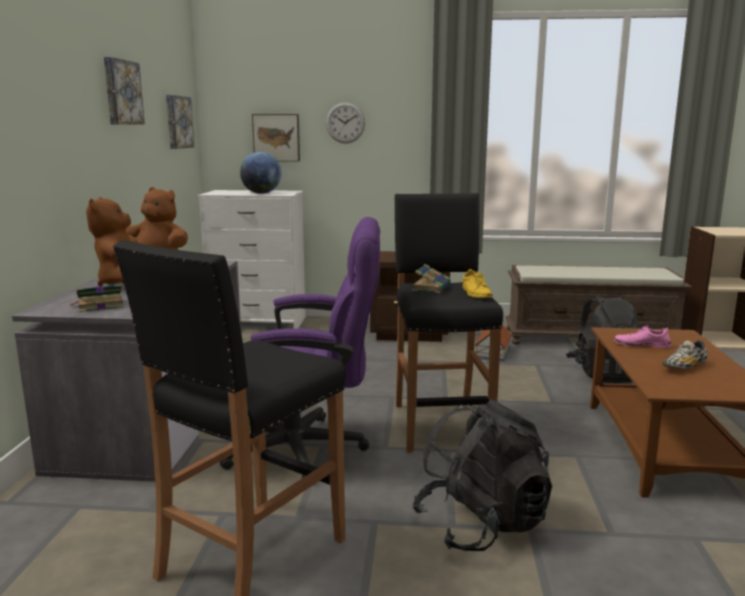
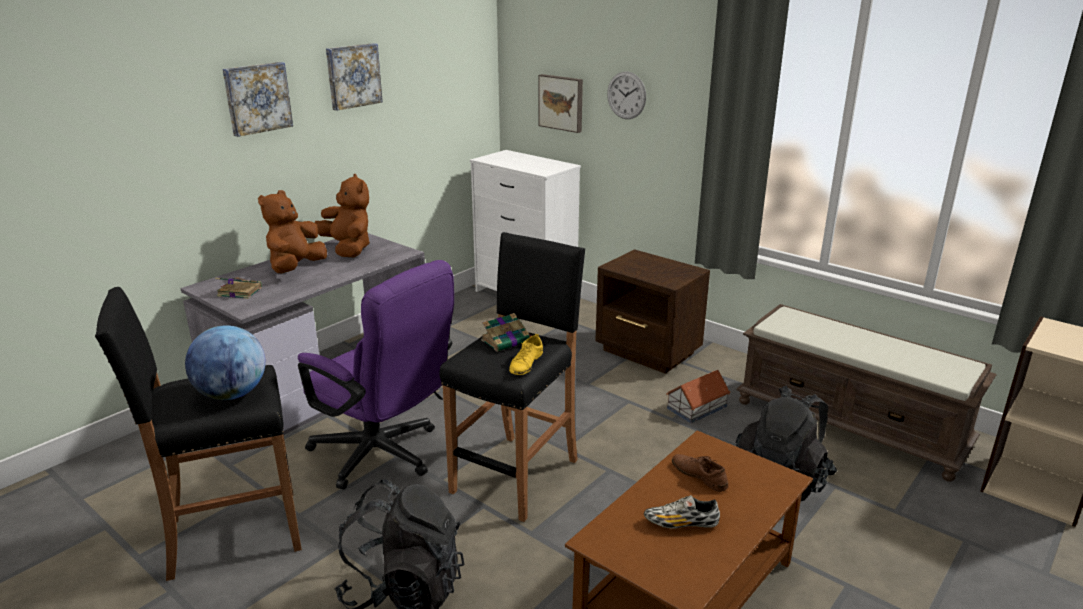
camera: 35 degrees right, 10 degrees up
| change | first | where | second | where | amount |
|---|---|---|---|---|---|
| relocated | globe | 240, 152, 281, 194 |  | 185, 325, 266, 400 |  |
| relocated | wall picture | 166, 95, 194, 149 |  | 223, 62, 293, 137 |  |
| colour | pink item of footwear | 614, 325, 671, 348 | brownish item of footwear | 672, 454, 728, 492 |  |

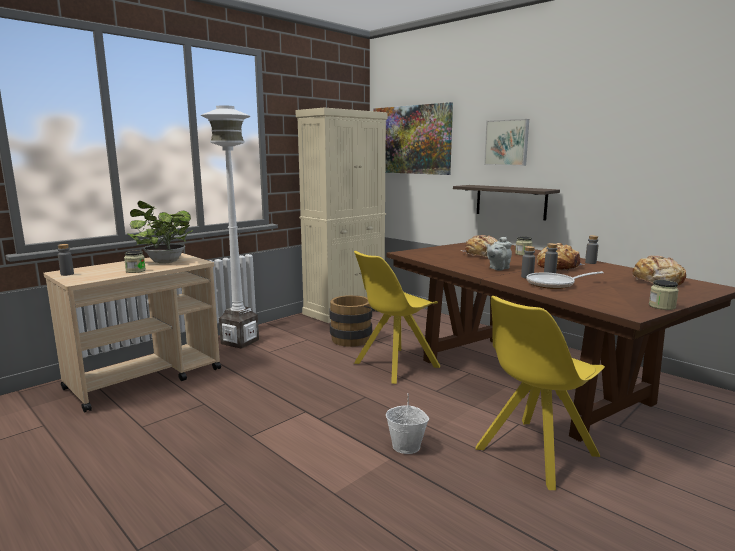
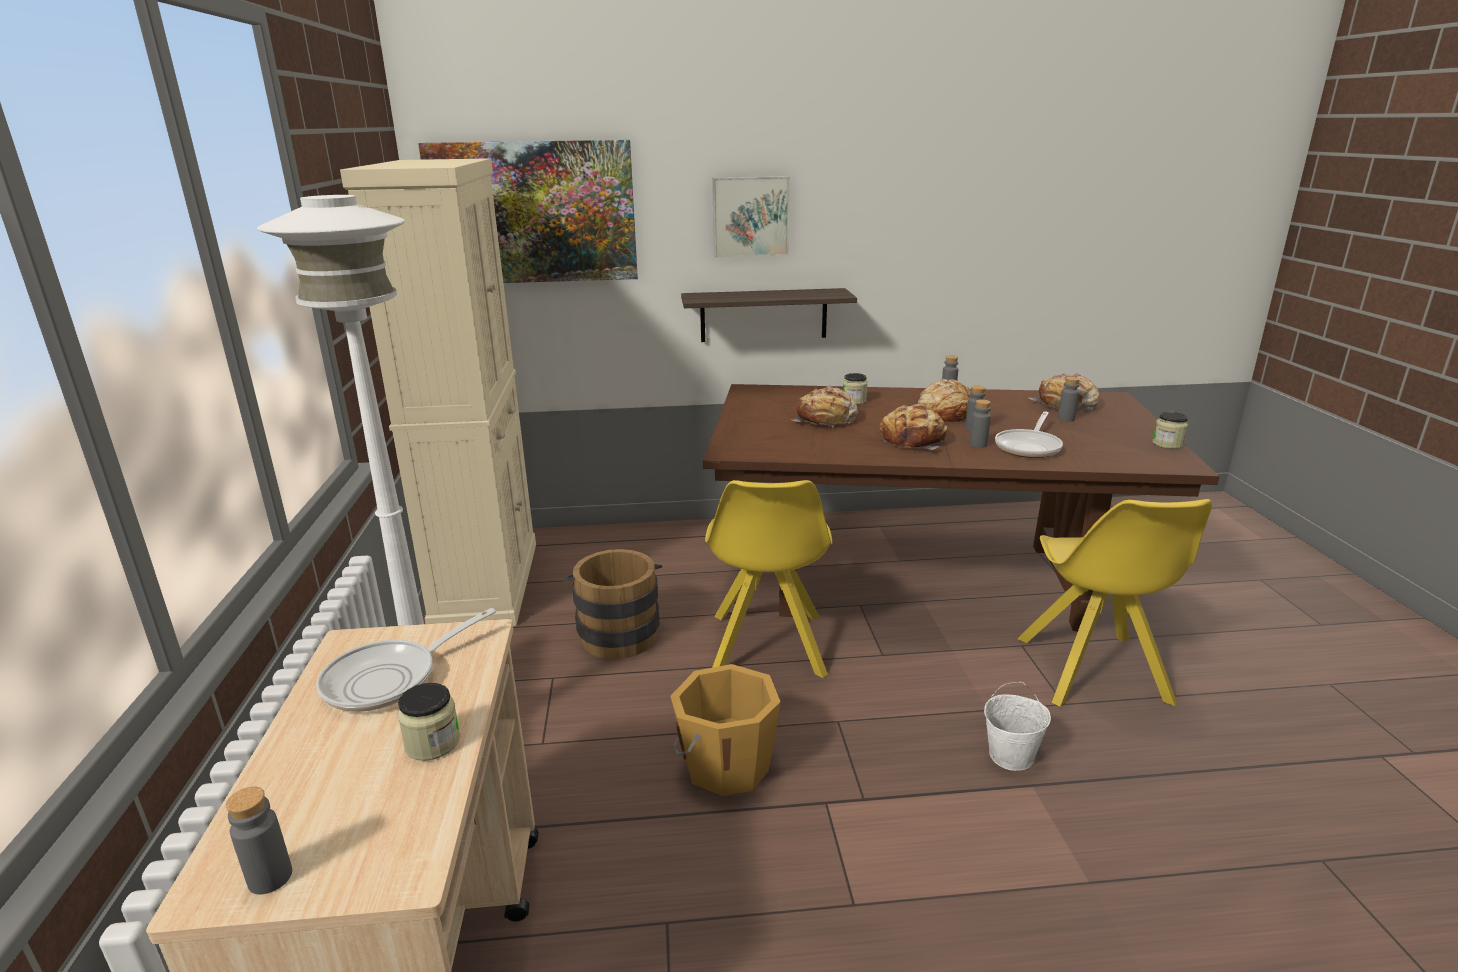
camera: 50 degrees left, 10 degrees up
| change | first | where | second | where | amount |
|---|---|---|---|---|---|
| exchanged | houseplant | 128, 201, 193, 264 | pan | 316, 608, 496, 712 |  |
| appeared |  |  | orange-coloured pail | 670, 664, 780, 796 |  |
| exchanged | gray pot for tea | 487, 237, 512, 271 | bread | 879, 404, 947, 450 |  |
| appeared |  |  | gray beverage bottle | 1058, 377, 1080, 421 |  |

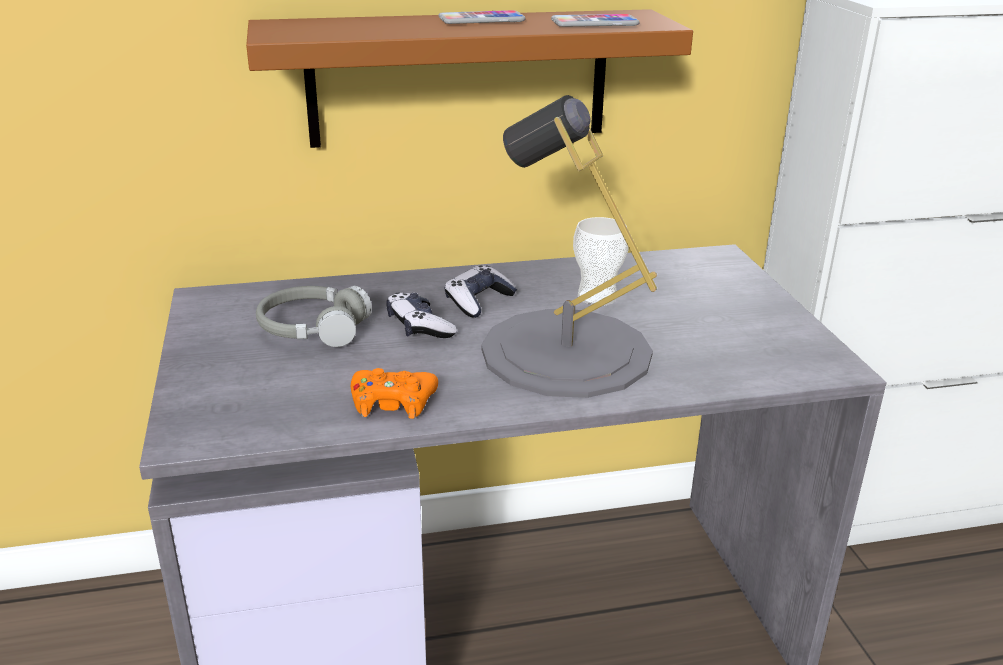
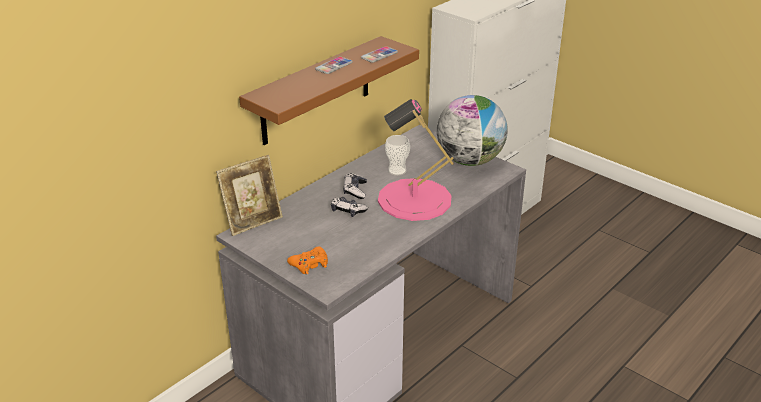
camera: 35 degrees left, 5 degrees up
| change | first | where | second | where | amount |
|---|---|---|---|---|---|
| appeared |  |  | standing frame | 216, 155, 283, 236 |  |
| relocated | orange-coloured game controller | 351, 368, 438, 419 |  | 287, 246, 328, 275 |  |
| colour | gray tabletop lamp | 481, 95, 657, 398 | pink tabletop lamp | 378, 99, 454, 221 |  |
| appeared |  |  | globe | 437, 95, 508, 166 |  |
| missing | gray pair of headphones | 256, 286, 372, 347 |  |  |  |

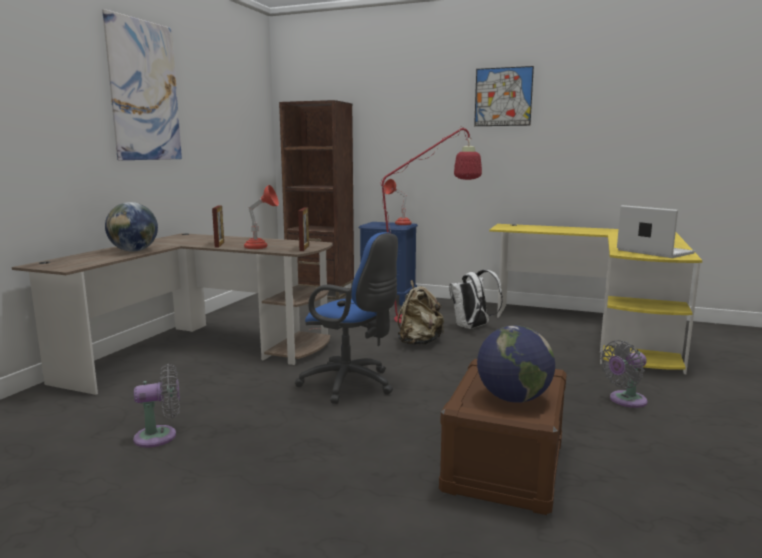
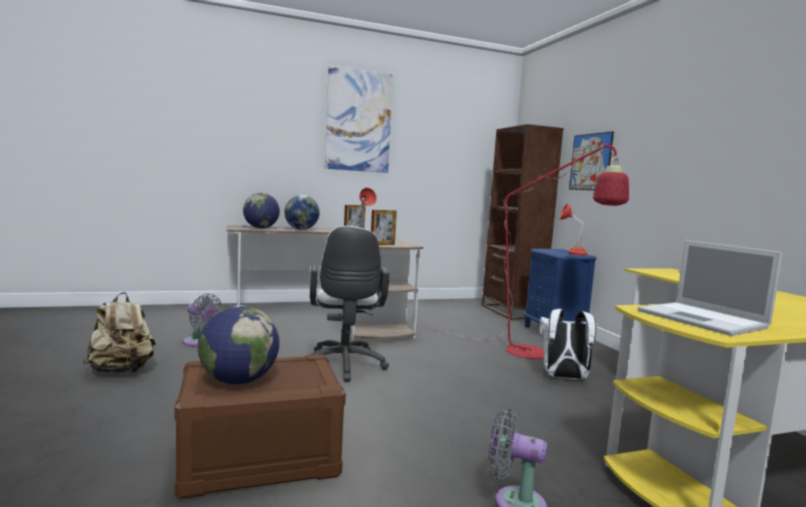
camera: 50 degrees right, 5 degrees down
| change | first | where | second | where | amount |
|---|---|---|---|---|---|
| relocated | beige-coloured backpack | 397, 280, 444, 345 |  | 83, 292, 156, 373 |  |
| appeared |  |  | globe | 243, 193, 280, 228 |  |
| colour | blue computer chair | 295, 232, 398, 404 | white computer chair | 310, 226, 389, 382 |  |
| relocated | wall picture | 474, 66, 534, 126 |  | 569, 131, 614, 190 |  |
| spun | portable computer | 617, 205, 695, 258 |  | 638, 240, 783, 336 | 135 degrees clockwise |

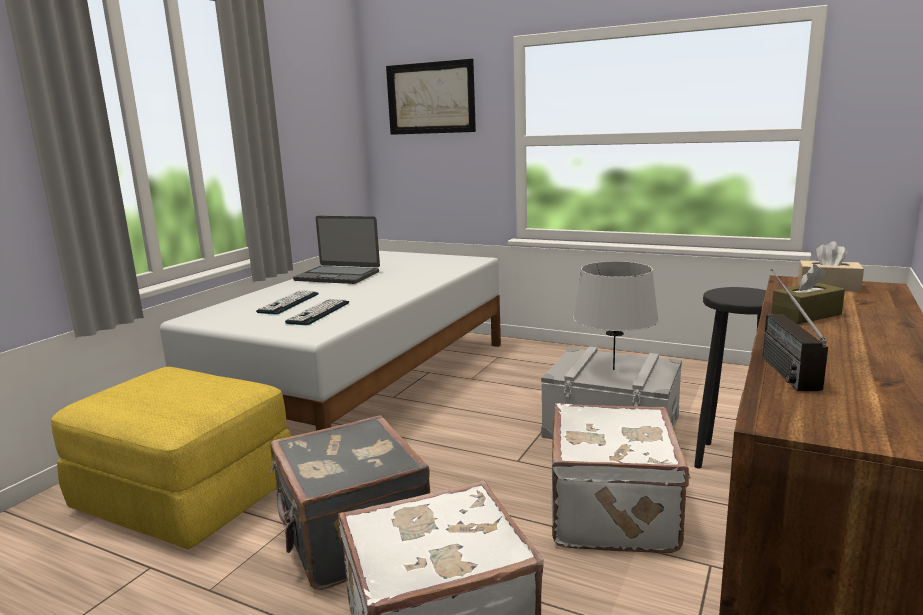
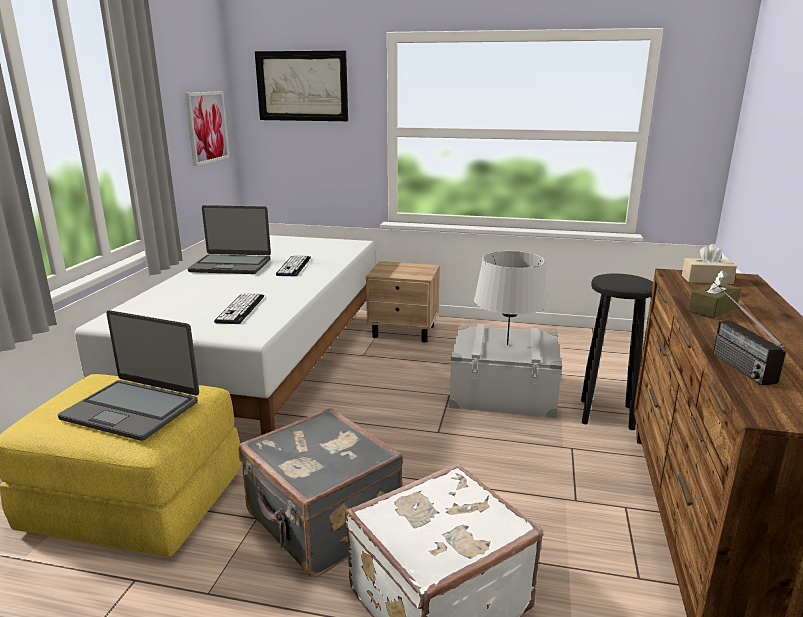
camera: 15 degrees left, 5 degrees up
| change | first | where | second | where | amount |
|---|---|---|---|---|---|
| appeared |  |  | portable computer | 58, 310, 199, 441 |  |
| appeared |  |  | wall picture | 185, 91, 230, 166 |  |
| relocated | computer keyboard | 256, 290, 319, 314 |  | 276, 255, 311, 276 |  |
| appeared |  |  | beige-coloured night table | 366, 261, 440, 342 |  |
| missing | white travel case | 552, 403, 691, 553 |  |  |  |

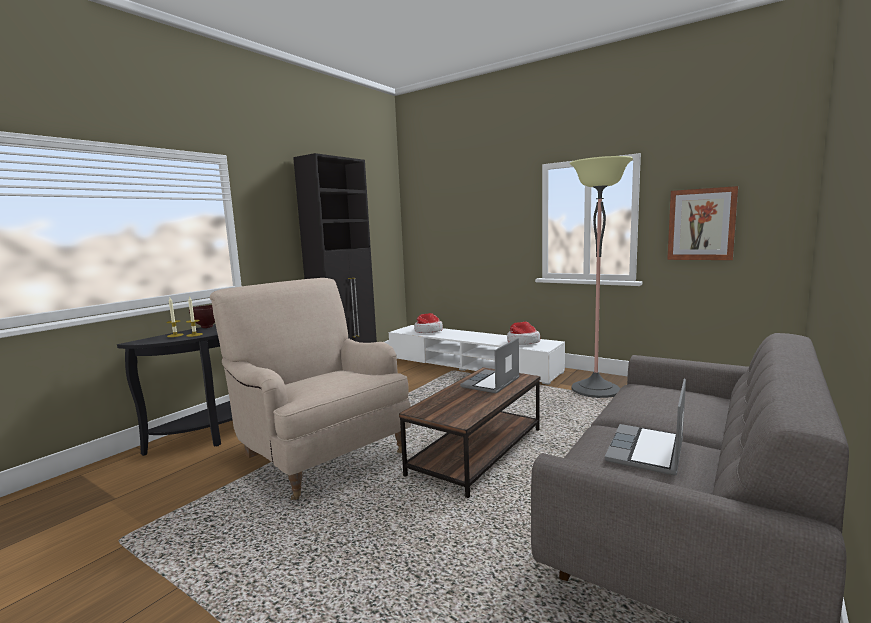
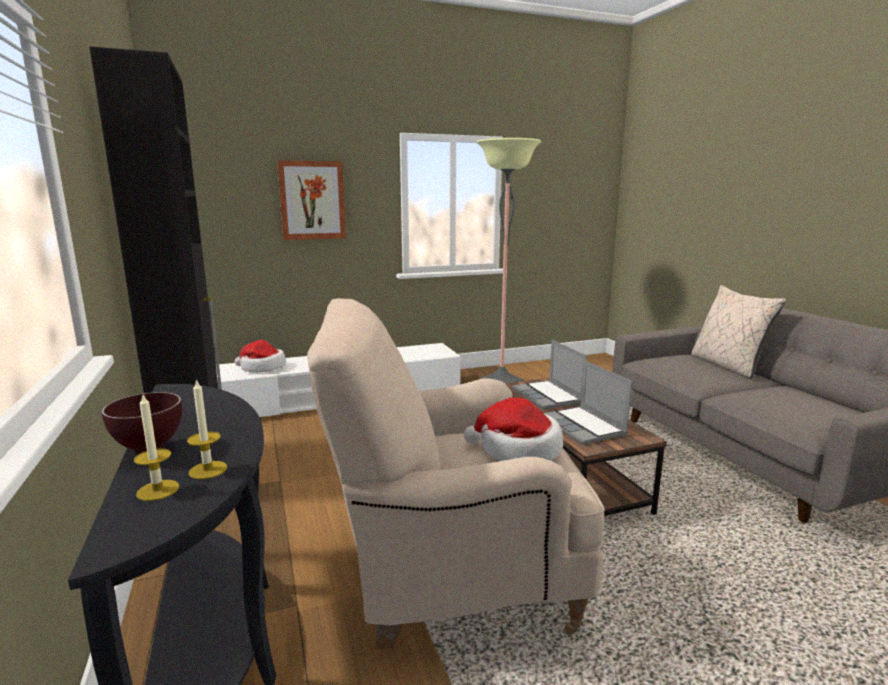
camera: 55 degrees left, 5 degrees up
| change | first | where | second | where | amount |
|---|---|---|---|---|---|
| relocated | wall picture | 667, 186, 738, 260 |  | 277, 160, 346, 240 |  |
| relocated | clothing hat | 507, 322, 540, 345 |  | 464, 398, 563, 461 |  |
| relocated | portable computer | 604, 379, 686, 476 |  | 543, 360, 632, 445 |  |
| appeared |  |  | beige-coloured pillow | 691, 285, 786, 379 |  |

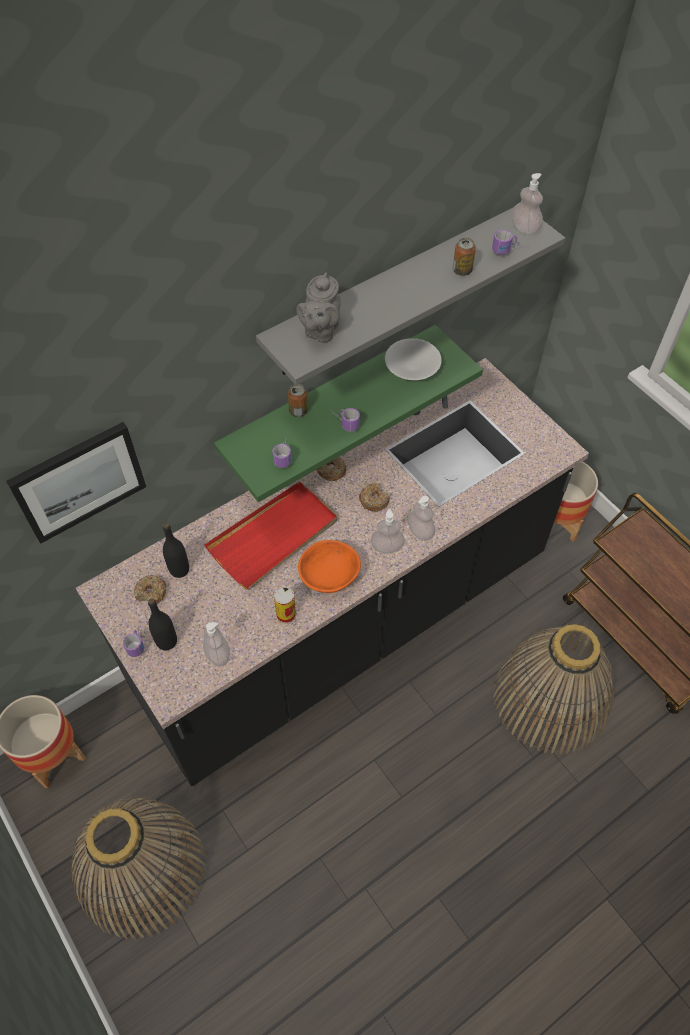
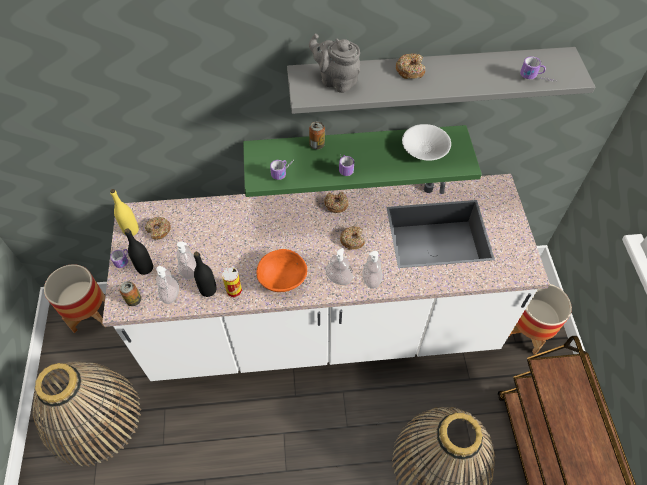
camera: 30 degrees right, 0 degrees up
| change | first | where | second | where | amount |
|---|---|---|---|---|---|
| colour | blackish counter | 76, 358, 589, 787 | white counter | 102, 174, 550, 381 |  |
| appeared |  |  | yellowish beverage bottle | 110, 189, 139, 236 |  |
| relocated | can | 453, 238, 476, 276 |  | 120, 281, 142, 306 |  |
| relocated | soap bottle | 511, 173, 543, 235 |  | 177, 241, 196, 279 |  |
| relocated | blackish beverage bottle | 163, 523, 189, 578 |  | 194, 252, 217, 297 |  |
| spun | gray pot for tea | 296, 272, 341, 343 |  | 309, 34, 360, 93 | 75 degrees clockwise |
| appeared |  |  | donut | 396, 53, 425, 79 |  |
| missing | wall picture | 6, 422, 146, 544 |  |  |  |
| missing | reddish tray | 204, 481, 337, 589 |  |  |  |

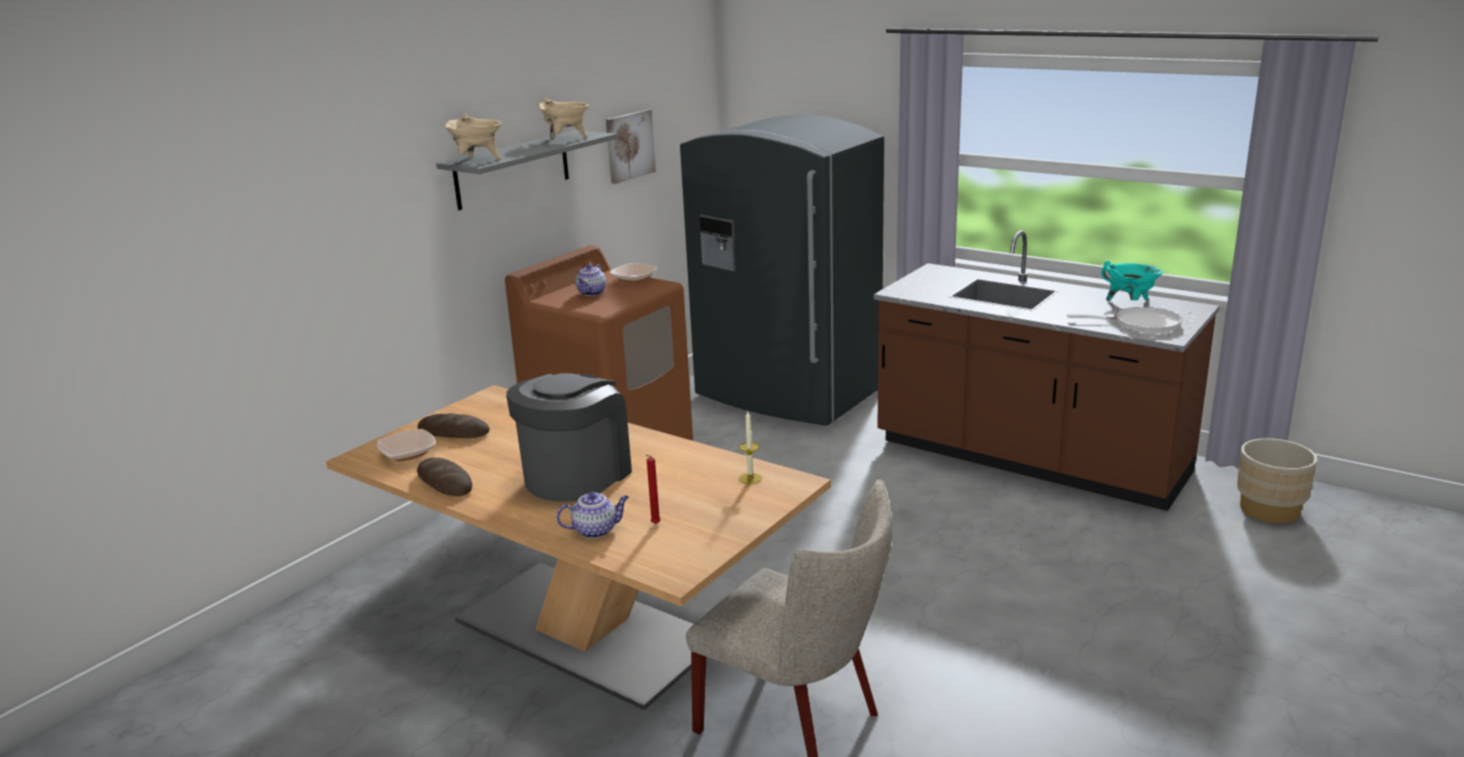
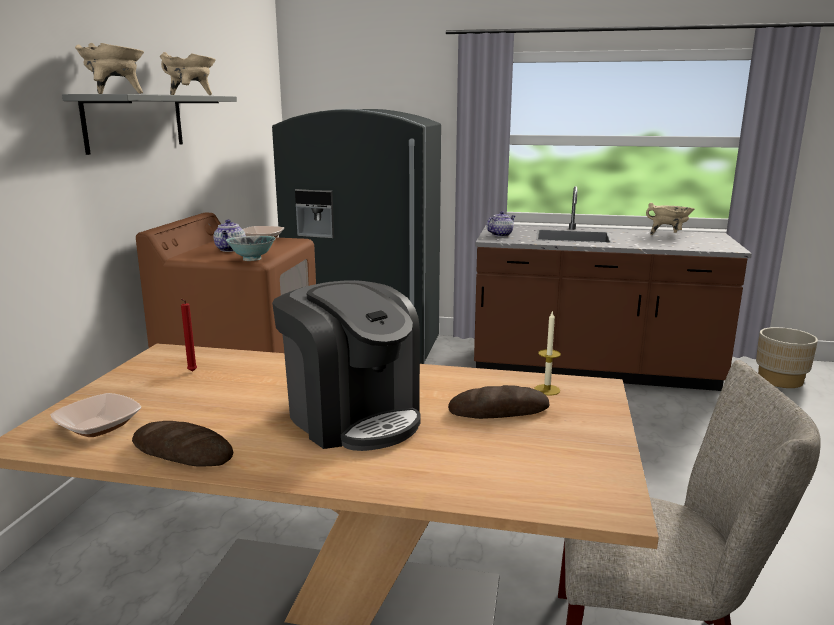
camera: 25 degrees left, 5 degrees down
| change | first | where | second | where | amount |
|---|---|---|---|---|---|
| relocated | reddish wax candle | 646, 455, 661, 524 |  | 181, 299, 197, 372 |  |
| appeared |  |  | bowl | 226, 236, 276, 261 |  |
| spun | coffee maker | 506, 373, 632, 502 |  | 272, 280, 420, 451 | 135 degrees clockwise |
| relocated | bread | 417, 413, 490, 438 |  | 448, 385, 549, 419 |  |
| relocated | pot for tea | 557, 492, 629, 538 |  | 486, 211, 515, 237 |  |
| colour | turquoise-coloured stockpot | 1101, 260, 1163, 301 | beige-coloured stockpot | 646, 203, 695, 235 |  |
| missing | wall picture | 606, 109, 656, 184 |  |  |  |
| missing | white pan | 1067, 307, 1182, 333 |  |  |  |

